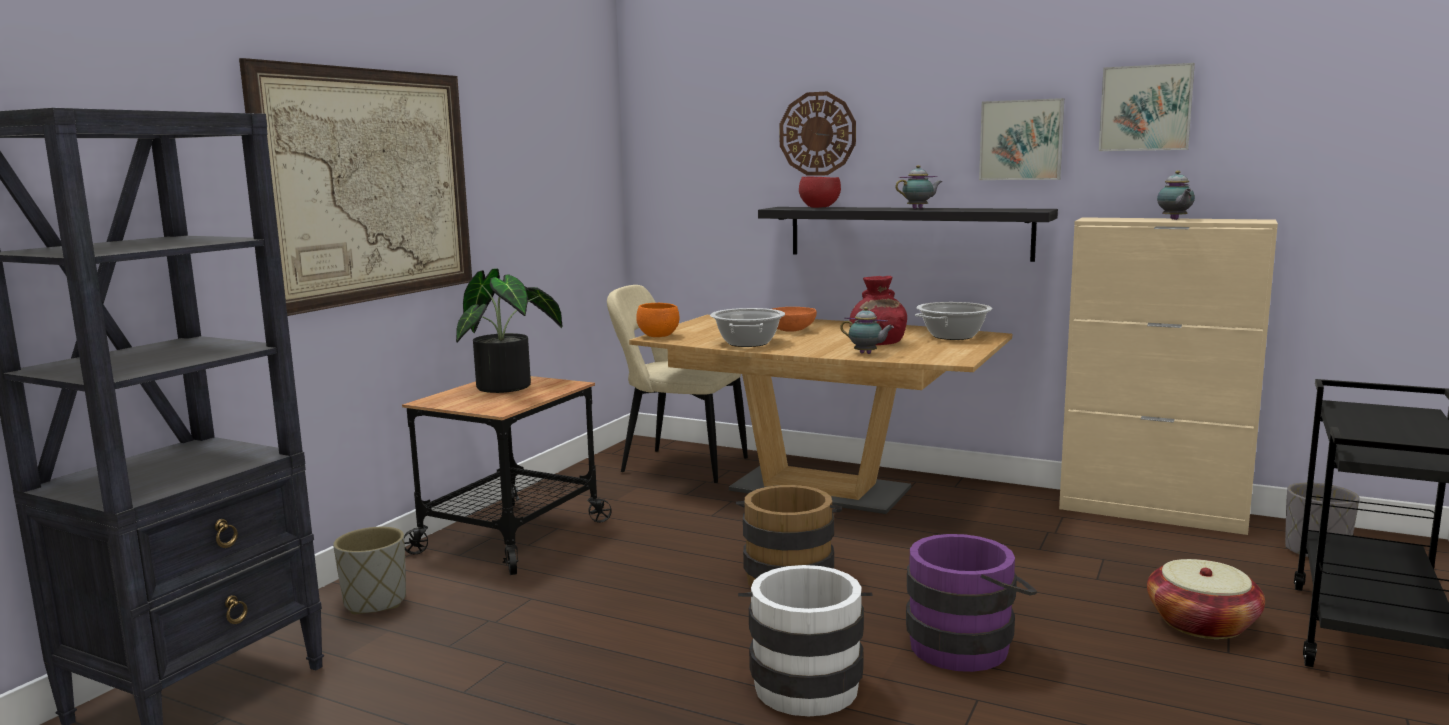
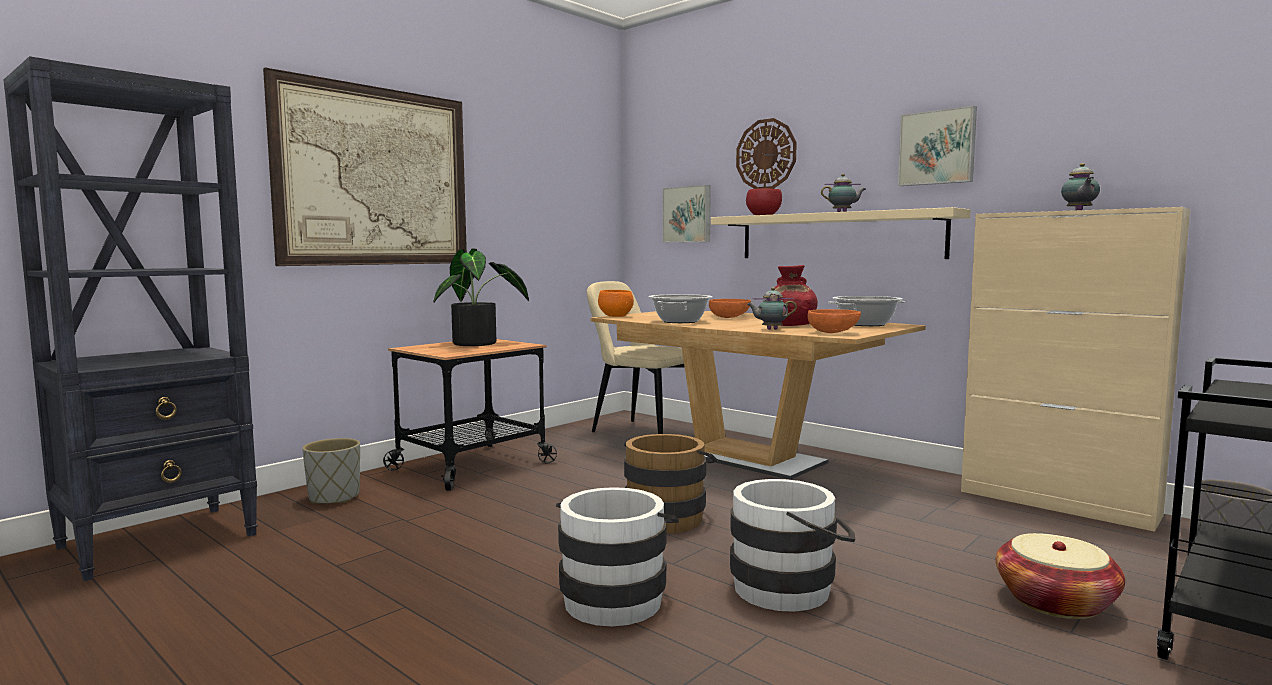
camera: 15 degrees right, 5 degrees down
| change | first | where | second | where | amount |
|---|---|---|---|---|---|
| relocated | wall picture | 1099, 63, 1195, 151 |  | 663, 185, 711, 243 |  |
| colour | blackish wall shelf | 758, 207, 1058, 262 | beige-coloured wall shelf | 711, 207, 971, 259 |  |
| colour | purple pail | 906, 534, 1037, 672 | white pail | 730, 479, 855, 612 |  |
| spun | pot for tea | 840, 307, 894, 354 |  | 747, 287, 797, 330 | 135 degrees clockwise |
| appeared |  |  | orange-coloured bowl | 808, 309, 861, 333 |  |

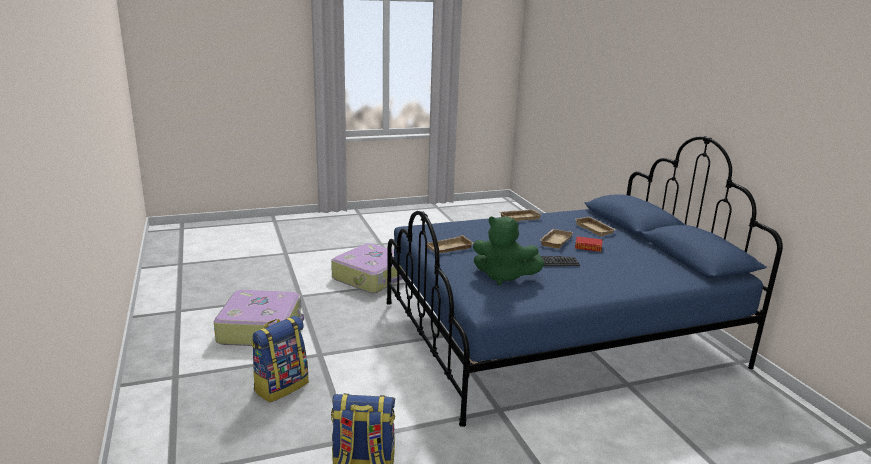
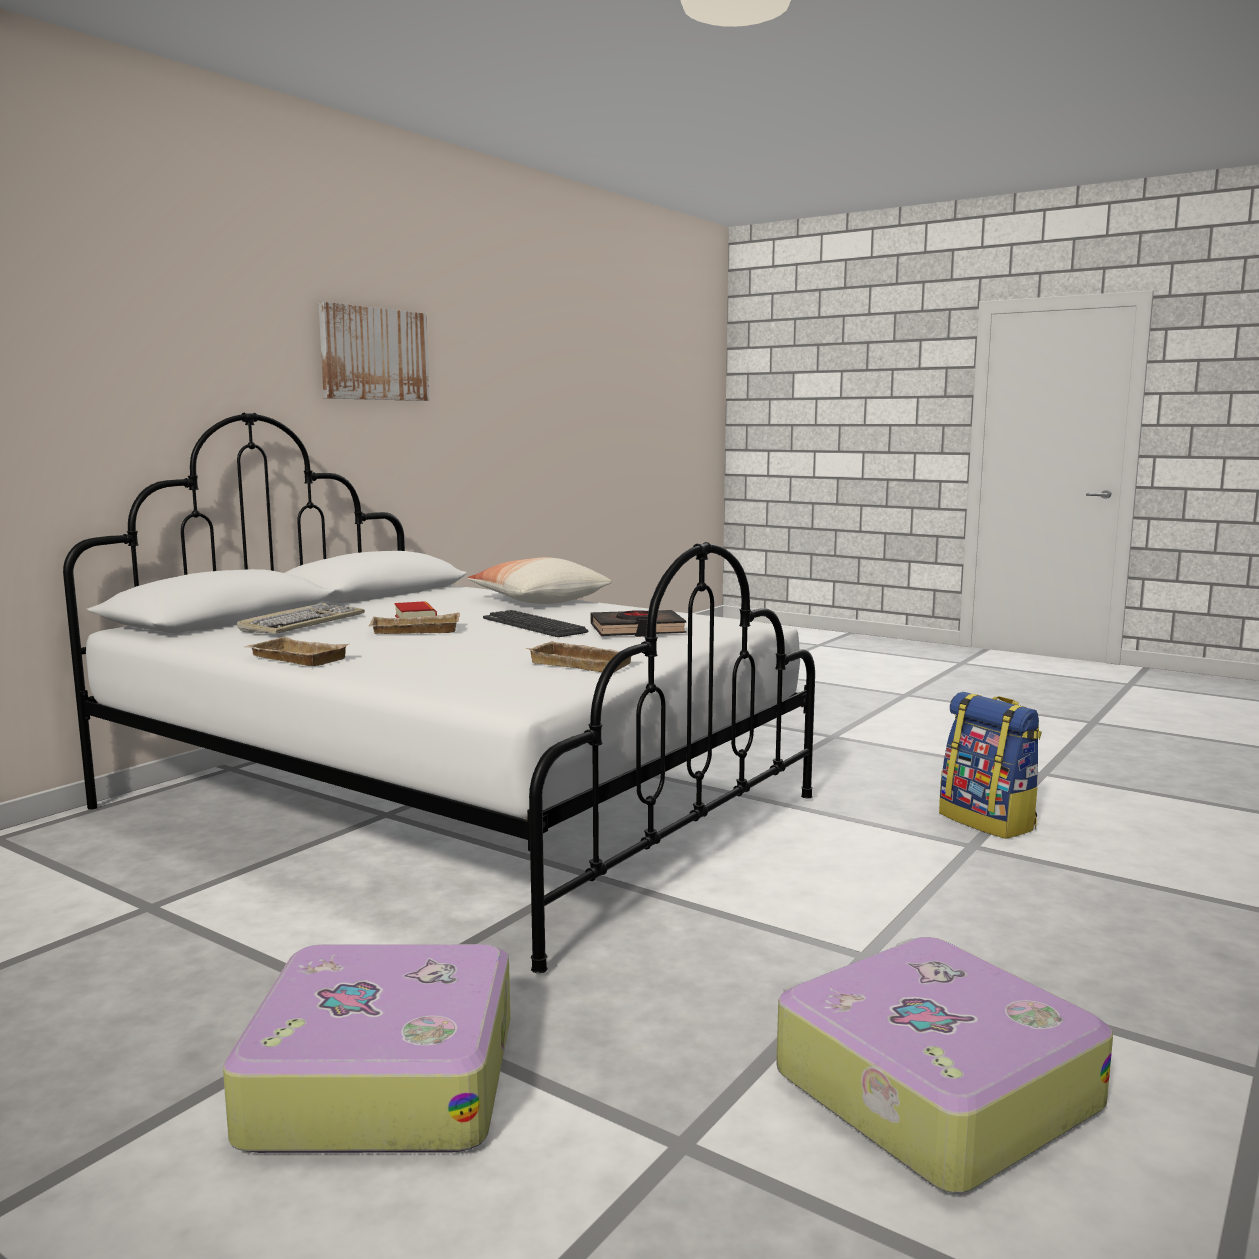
camera: 125 degrees left, 10 degrees down
| change | first | where | second | where | amount |
|---|---|---|---|---|---|
| colour | blue bedroom bed | 386, 136, 783, 427 | white bedroom bed | 63, 413, 815, 973 |  |
| exchanged | beige-coloured tray | 576, 216, 616, 236 | computer keyboard | 237, 603, 365, 634 |  |
| appeared |  |  | wall picture | 319, 302, 429, 401 |  |
| appeared |  |  | pillow | 468, 557, 612, 604 |  |
| exchanged | green-coloured plush toy | 473, 216, 545, 285 | blackish book | 590, 610, 686, 637 |  |
| missing | backpack | 251, 316, 308, 402 |  |  |  |

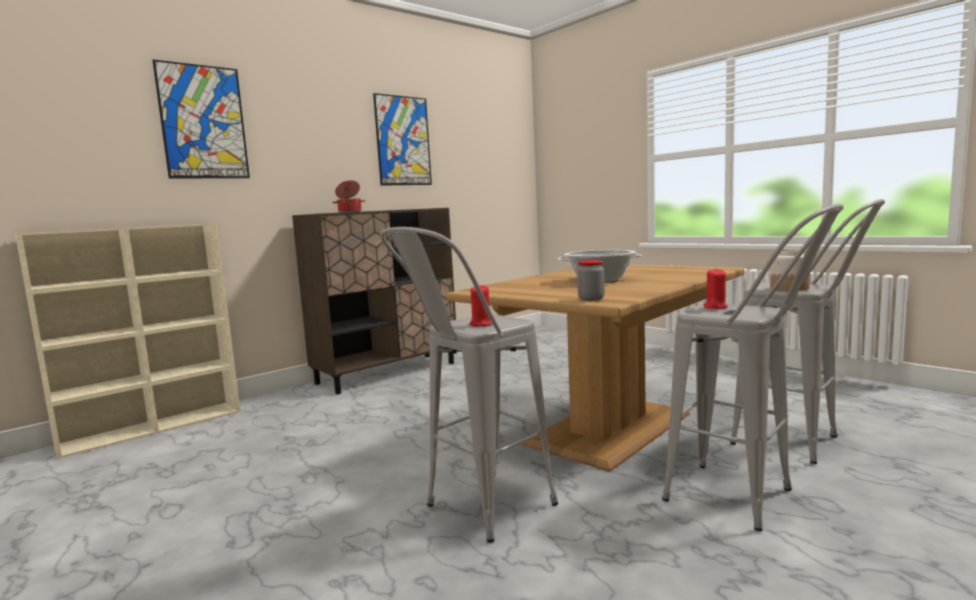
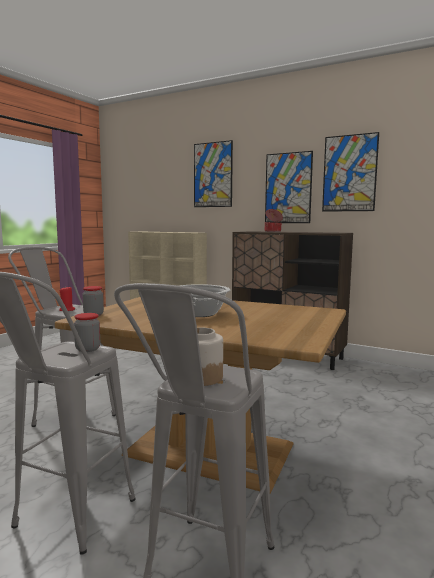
camera: 70 degrees right, 0 degrees up
| change | first | where | second | where | amount |
|---|---|---|---|---|---|
| exchanged | reddish wax candle | 704, 268, 728, 309 | jar | 74, 313, 100, 352 |  |
| appeared |  |  | wall picture | 265, 151, 313, 223 |  |

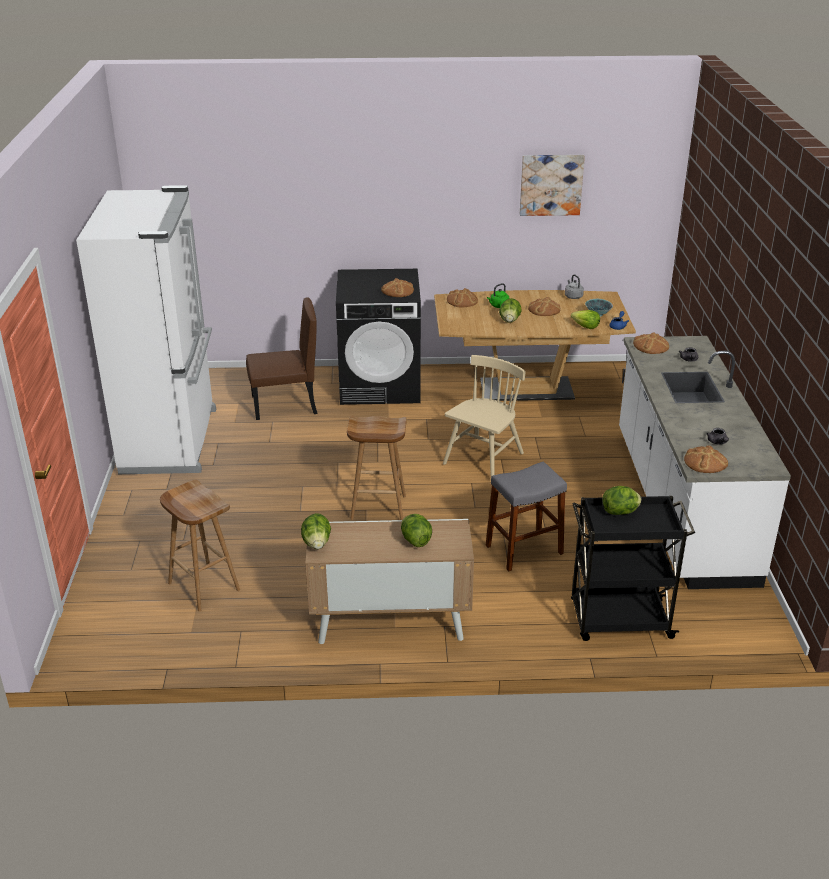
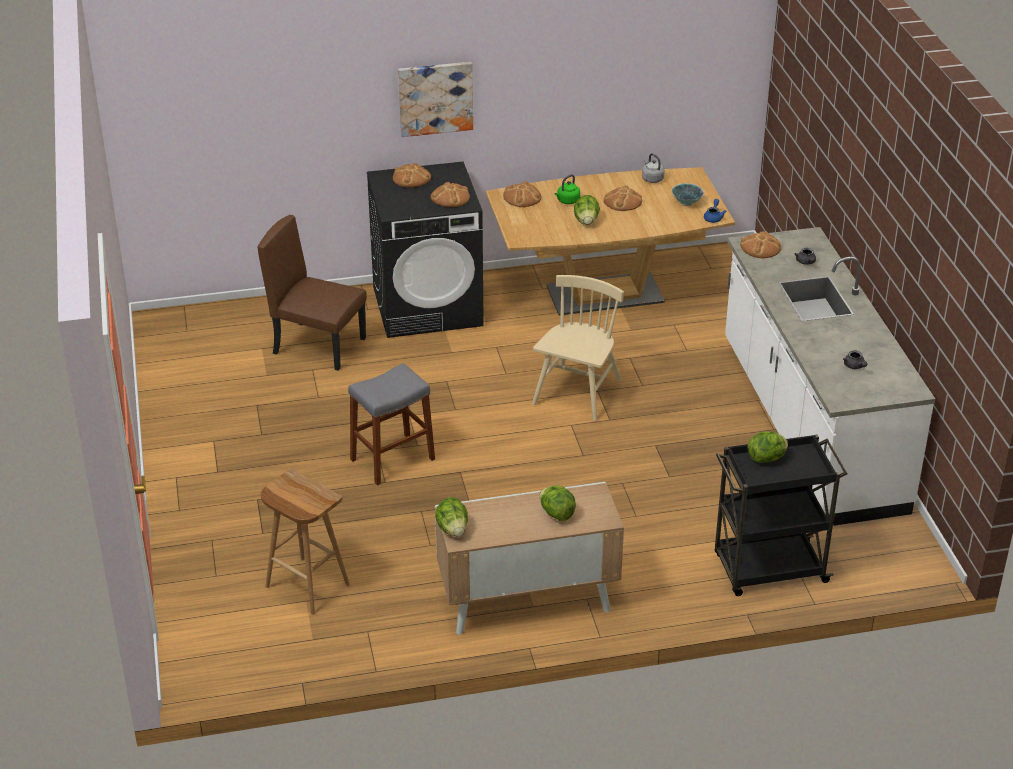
camera: 10 degrees left, 5 degrees up
| change | first | where | second | where | amount |
|---|---|---|---|---|---|
| spun | brownish chair | 246, 298, 318, 420 |  | 258, 215, 367, 371 | 135 degrees counterclockwise |
| relocated | gray sitting stool | 486, 462, 567, 571 |  | 348, 363, 435, 485 |  |
| relocated | bread | 684, 445, 728, 473 |  | 393, 163, 431, 187 |  |
| relocated | wall picture | 520, 155, 585, 216 |  | 398, 62, 473, 137 |  |
| missing | white refrigerator | 76, 185, 216, 474 |  |  |  |
| missing | brownish sitting stool | 347, 416, 407, 520 |  |  |  |
| missing | head of lettuce | 571, 310, 600, 329 |  |  |  |

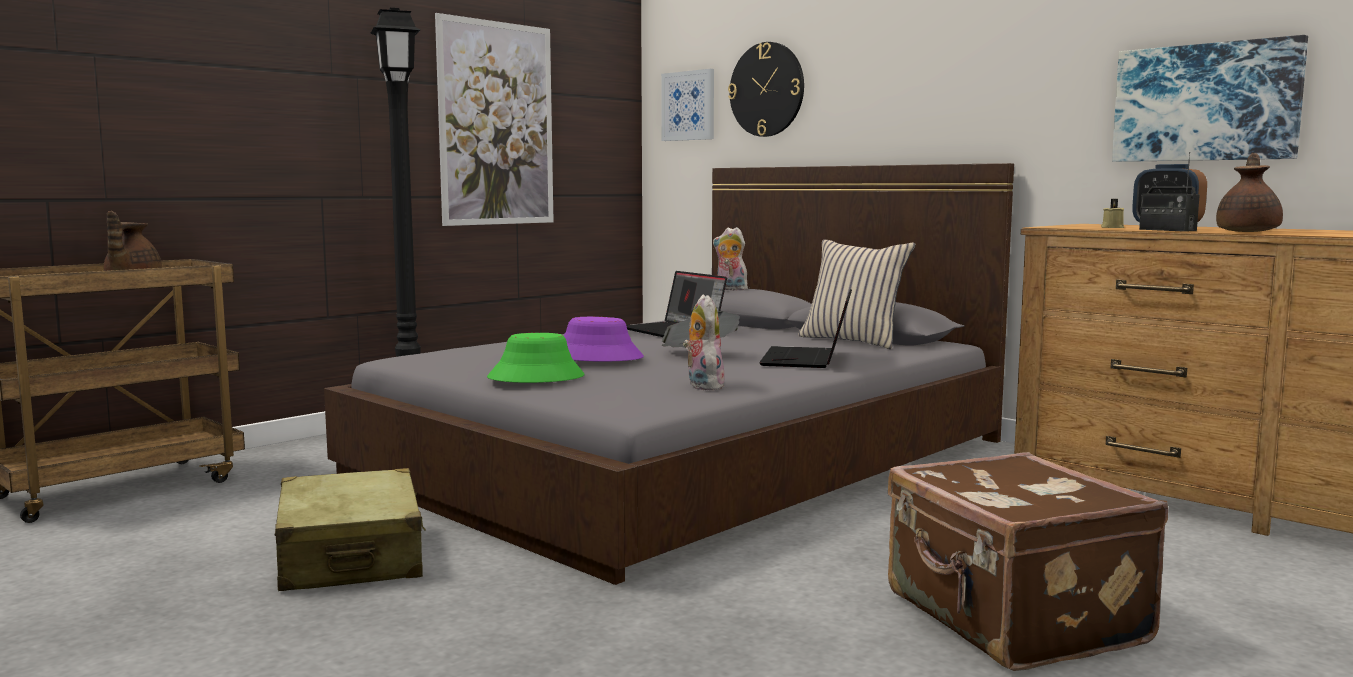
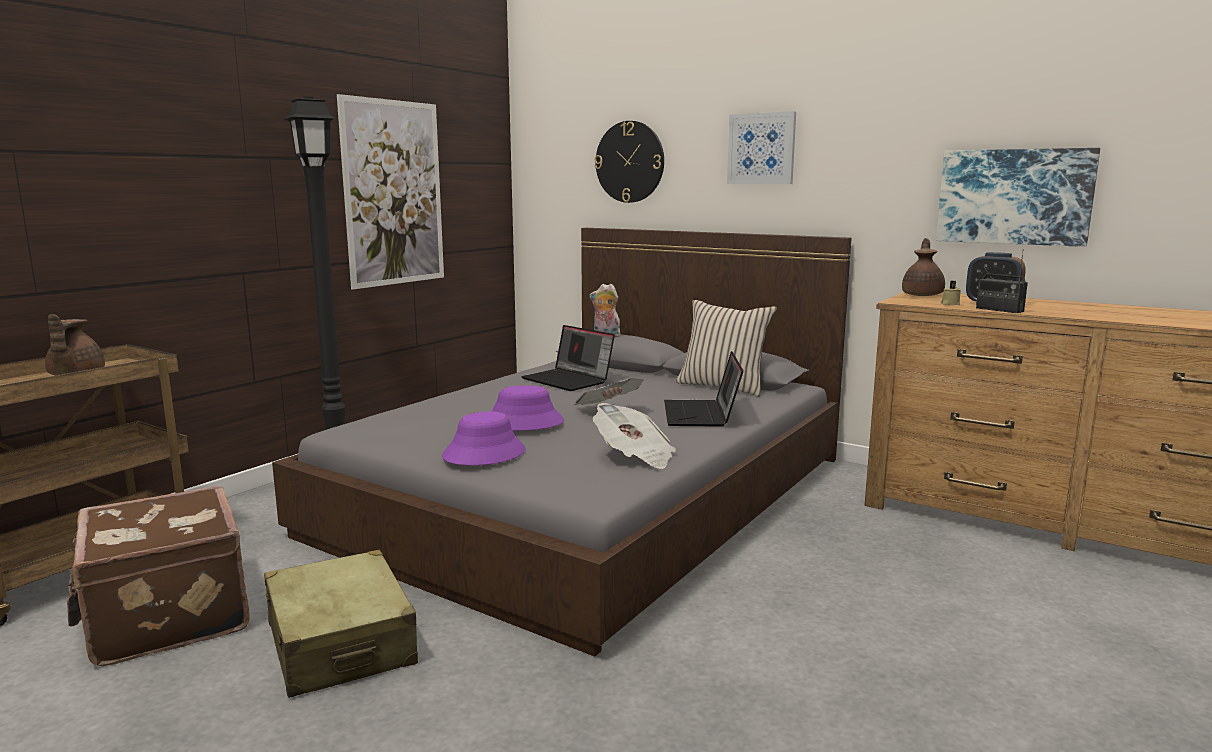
camera: 10 degrees left, 5 degrees up
| change | first | where | second | where | amount |
|---|---|---|---|---|---|
| relocated | brownish travel case | 888, 452, 1168, 671 |  | 67, 486, 250, 666 |  |
| colour | green-coloured clothing hat | 487, 333, 585, 383 | purple clothing hat | 442, 411, 526, 465 |  |
| exchanged | plush toy | 683, 294, 725, 390 | printed paper | 593, 403, 676, 469 |  |
| relocated | wall picture | 661, 69, 714, 141 |  | 727, 111, 796, 184 |  |
| relocated | brownish pot for tea | 1216, 153, 1283, 232 |  | 902, 238, 945, 296 |  |

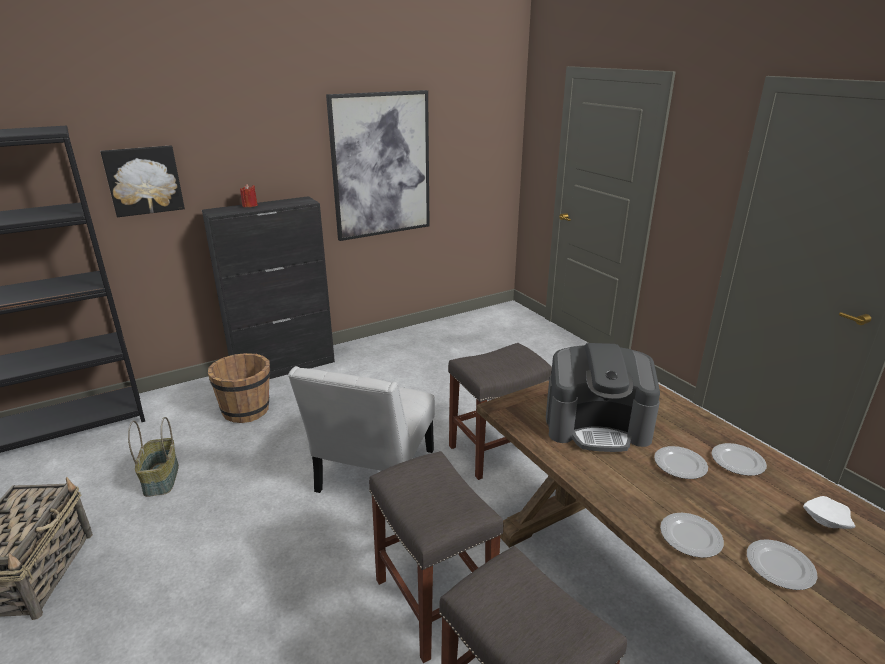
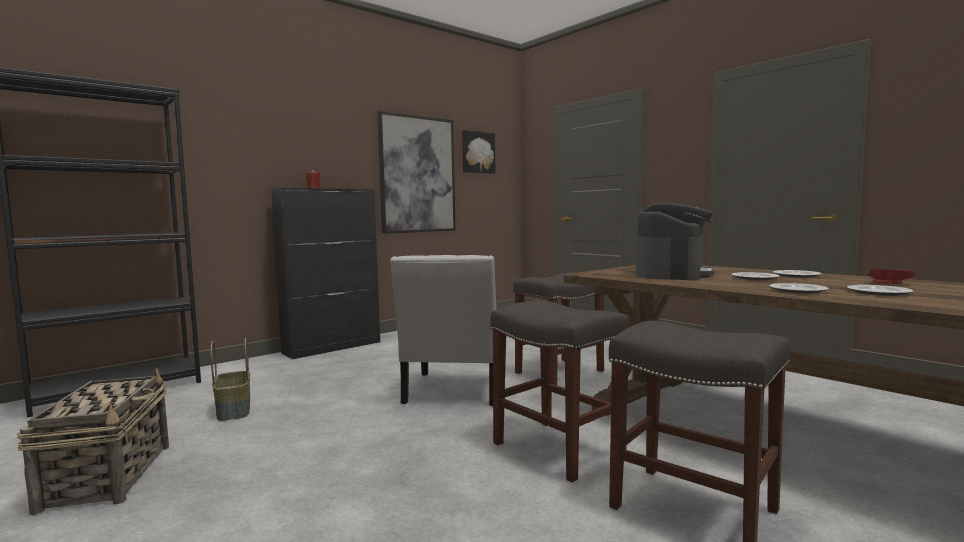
camera: 10 degrees left, 20 degrees down
| change | first | where | second | where | amount |
|---|---|---|---|---|---|
| relocated | wall picture | 100, 145, 185, 217 |  | 462, 130, 496, 174 |  |
| spun | coffee maker | 546, 343, 660, 452 |  | 636, 203, 715, 280 | 60 degrees counterclockwise |
| colour | white plate | 803, 496, 855, 529 | reddish plate | 867, 268, 916, 284 |  |
| missing | brownish pail | 208, 353, 270, 423 |  |  |  |

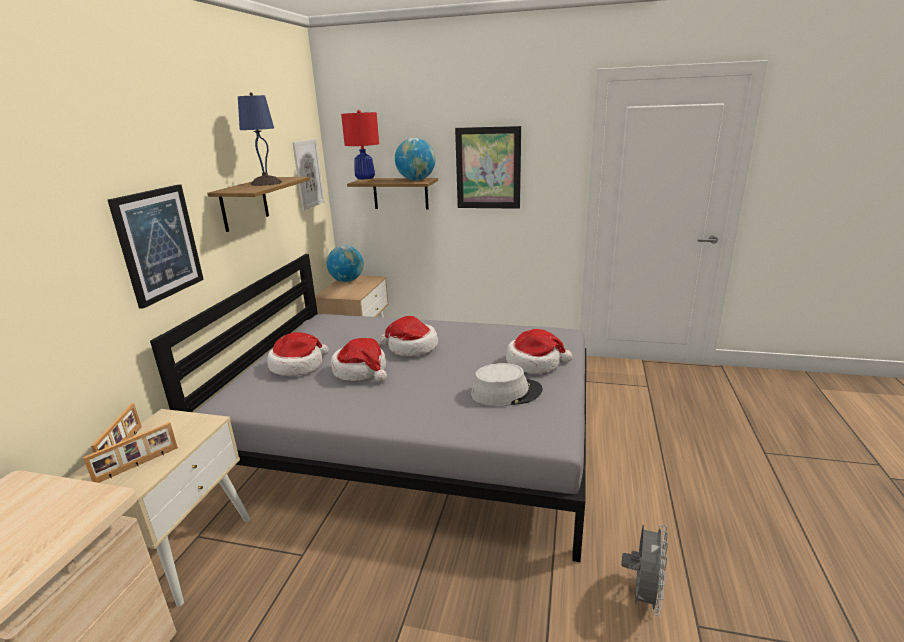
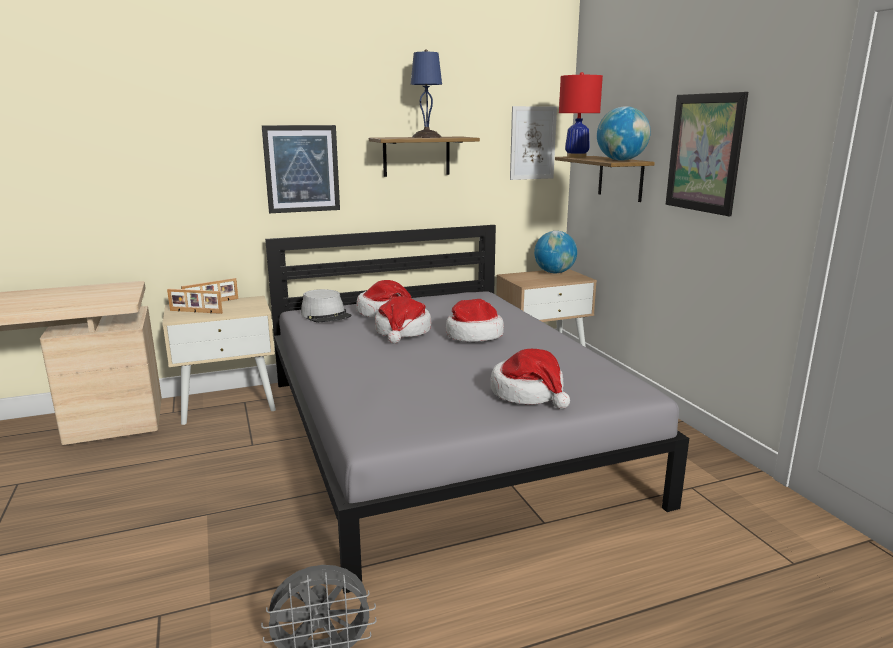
camera: 55 degrees right, 5 degrees down
| change | first | where | second | where | amount |
|---|---|---|---|---|---|
| relocated | gray clothing hat | 471, 363, 543, 406 |  | 301, 289, 351, 322 |  |

